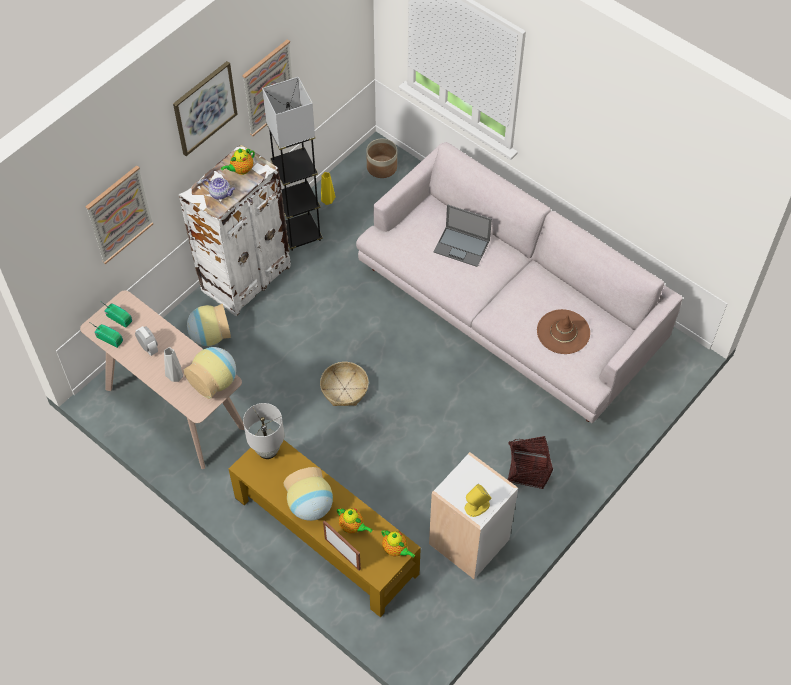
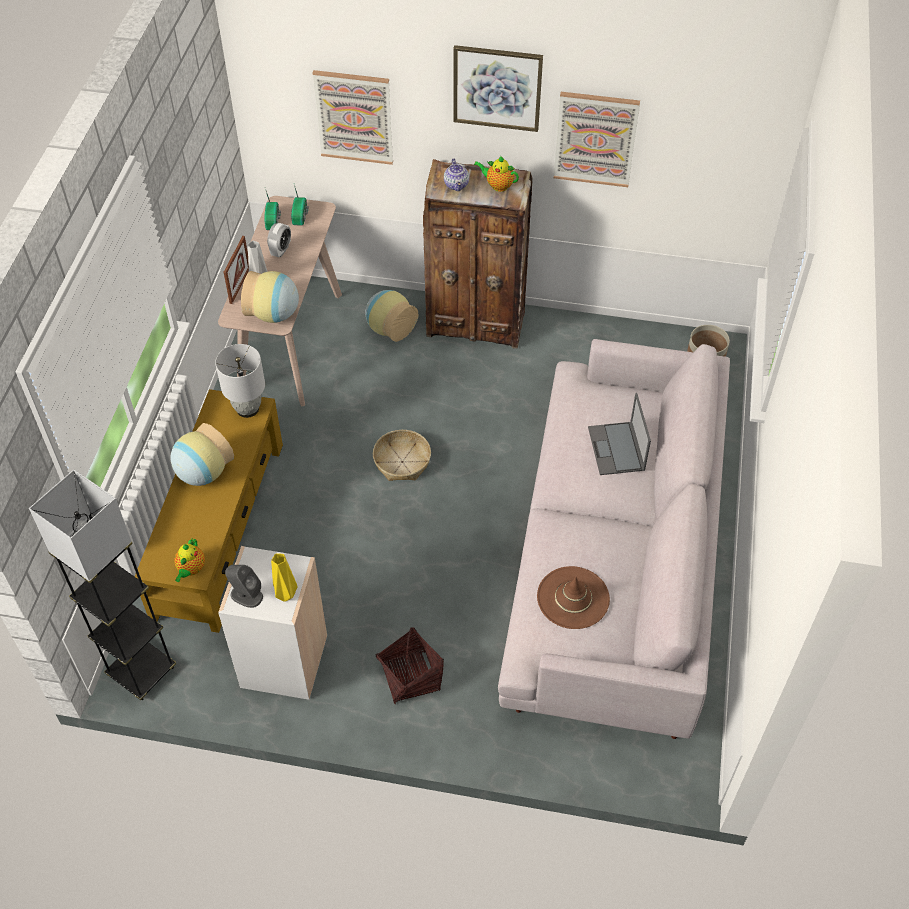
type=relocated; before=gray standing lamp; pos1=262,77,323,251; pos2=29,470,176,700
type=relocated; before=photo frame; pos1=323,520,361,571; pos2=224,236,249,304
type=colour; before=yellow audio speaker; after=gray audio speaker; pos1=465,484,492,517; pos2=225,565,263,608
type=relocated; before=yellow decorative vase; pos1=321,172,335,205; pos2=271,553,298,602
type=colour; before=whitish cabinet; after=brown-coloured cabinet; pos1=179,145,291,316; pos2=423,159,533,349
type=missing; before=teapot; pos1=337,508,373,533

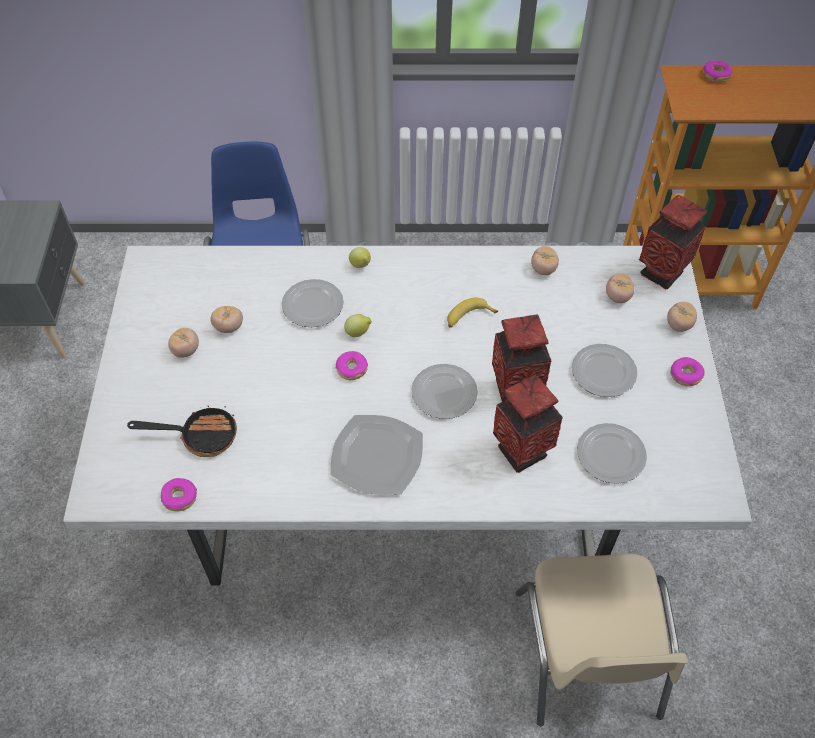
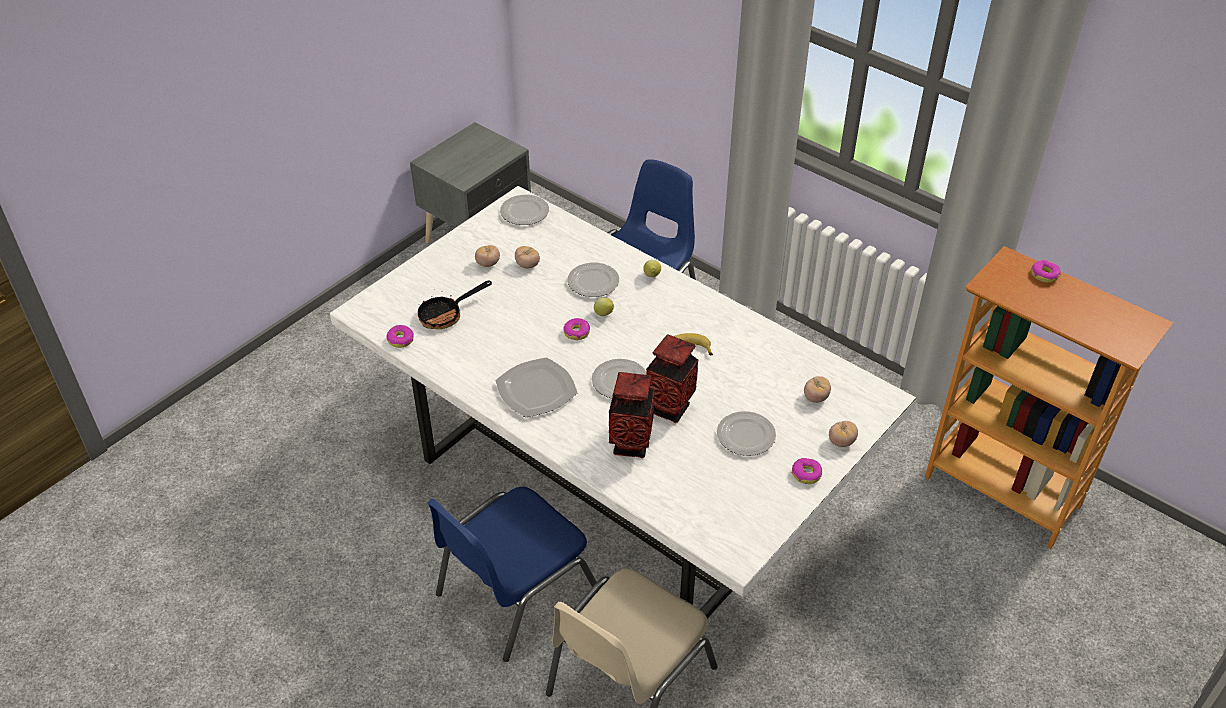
type=spun; before=frying pan; pos1=127,406,237,457; pos2=418,280,492,329; turn=105
type=appeared; after=bluish chair; pos2=427,487,600,662
type=relocated; before=dinner plate; pos1=577,423,647,484; pos2=500,195,549,225
type=missing; before=tomato; pos1=531,246,559,275
type=missing; before=decorative vase; pos1=639,195,707,289

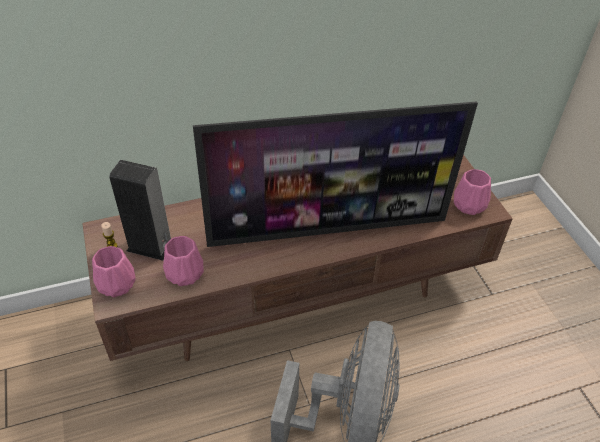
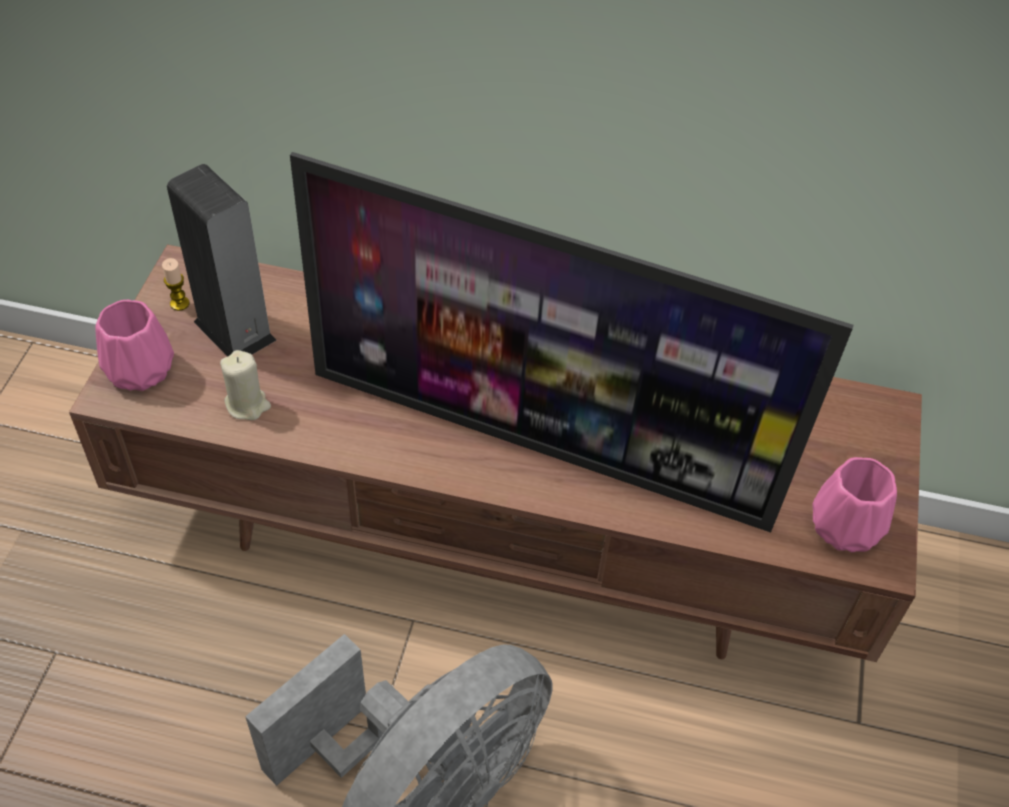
type=exchanged; before=pinkish decorative vase; after=beige wax candle; pos1=163,236,204,286; pos2=220,350,271,420

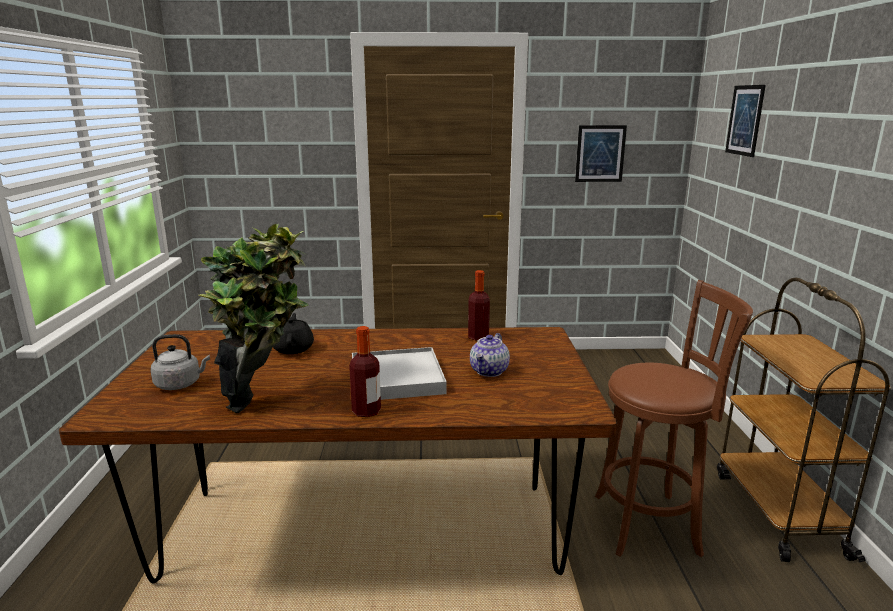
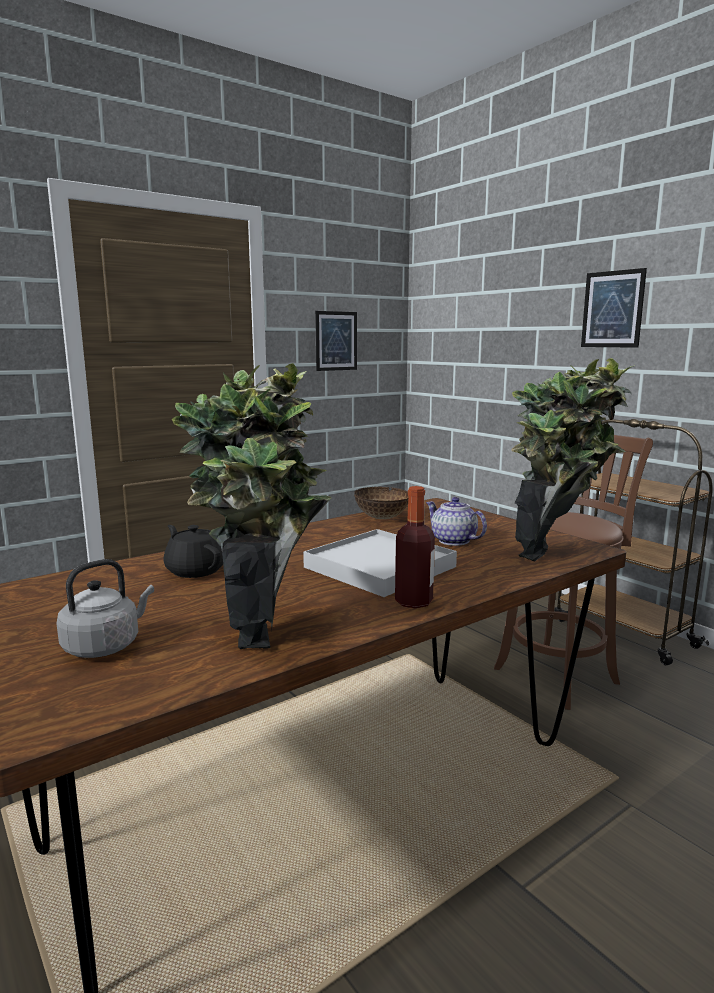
type=exchanged; before=beverage bottle; after=bowl; pos1=468,270,490,340; pos2=354,487,409,519
type=spun; before=teapot; pos1=470,333,510,377; pos2=426,497,487,546; turn=150
type=appeared; after=potted plant; pos2=511,358,635,561
type=relocated; before=wall picture; pos1=725,85,766,157; pos2=581,268,647,348

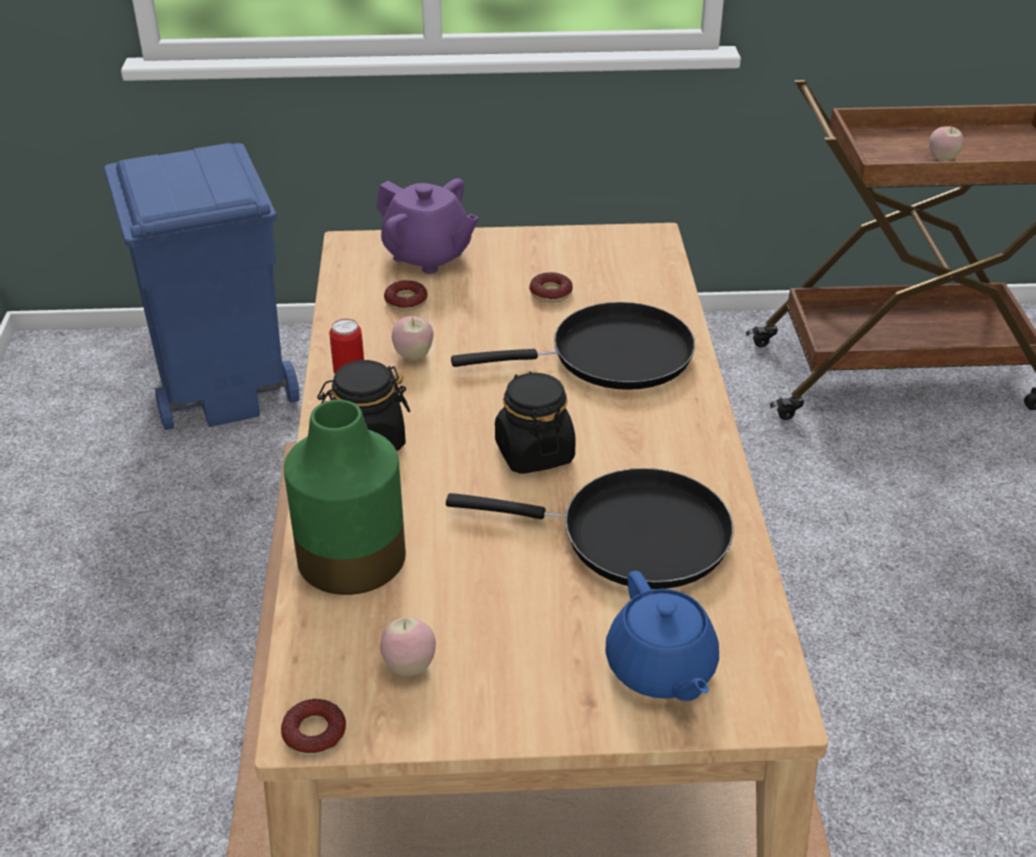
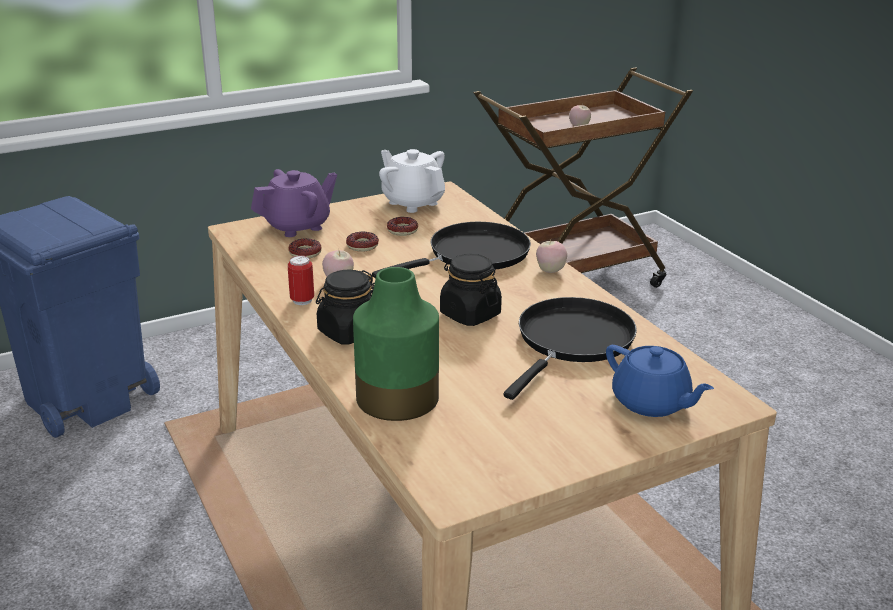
type=spun; before=purple teapot; pos1=376,178,479,274; pos2=251,169,337,237; turn=-45
type=relocated; before=doughnut; pos1=281,699,346,756; pos2=346,232,379,252
type=appeared; after=whitish teapot; pos2=379,149,445,213
type=spun; before=black frying pan; pos1=446,468,734,589; pos2=503,297,637,400; turn=-45
type=relocated; before=apple; pos1=380,617,436,676; pos2=536,239,567,273

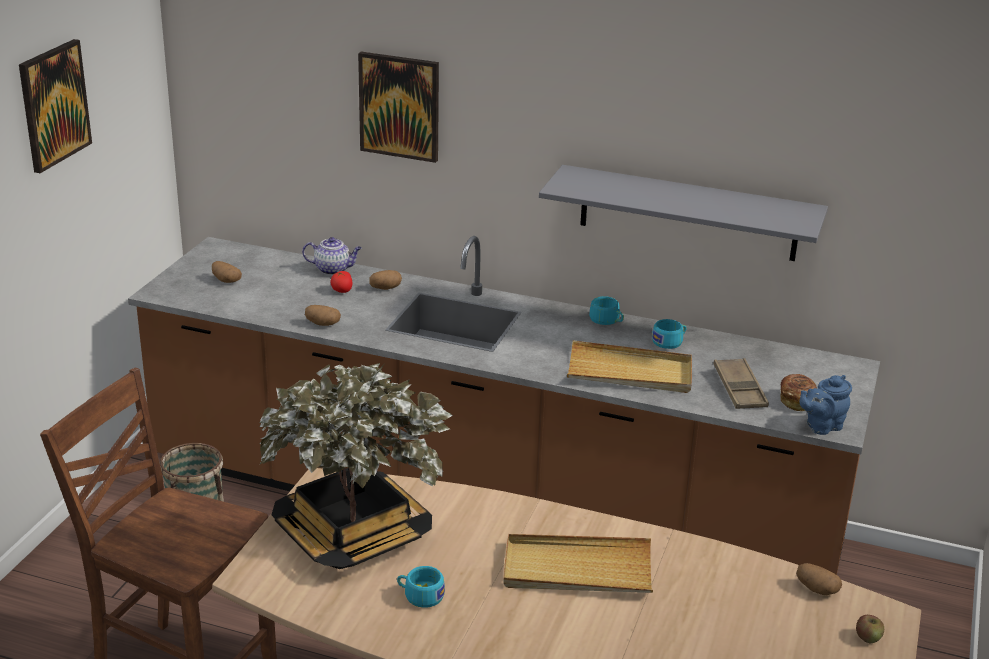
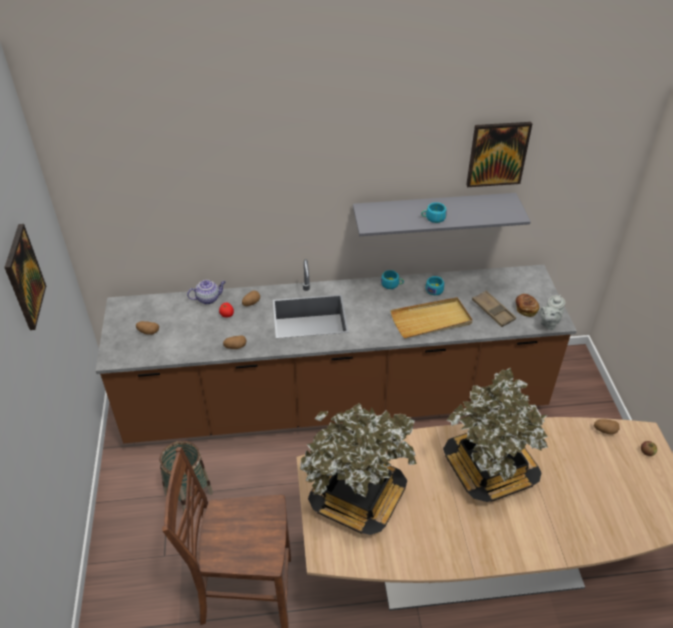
type=relocated; before=turquoise-coloured drinking cup; pos1=397,566,445,608; pos2=421,202,446,223
type=exchanged; before=beige serving tray; after=potted plant; pos1=503,534,653,593; pos2=443,368,548,502
type=relocated; before=wall picture; pos1=358,52,439,163; pos2=466,122,532,187
type=colour; before=bluish teapot; after=gray teapot; pos1=799,375,852,435; pos2=540,295,565,330

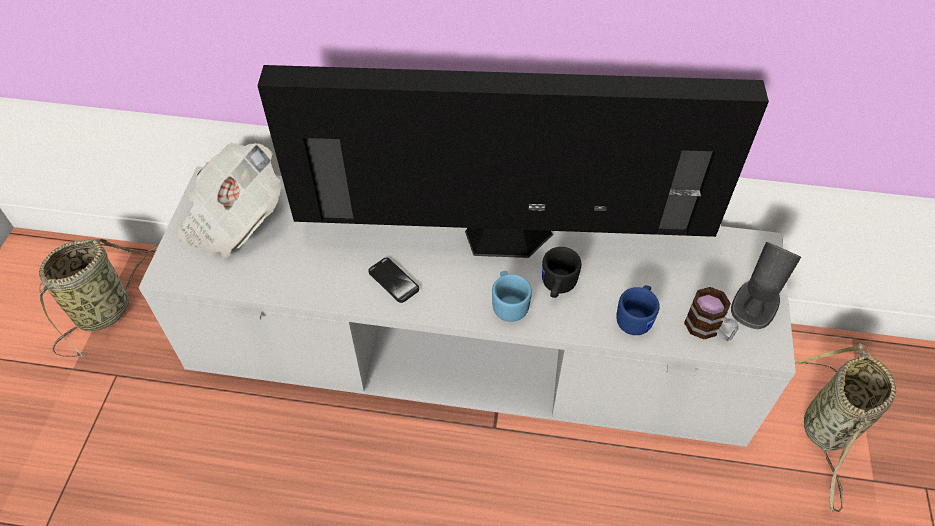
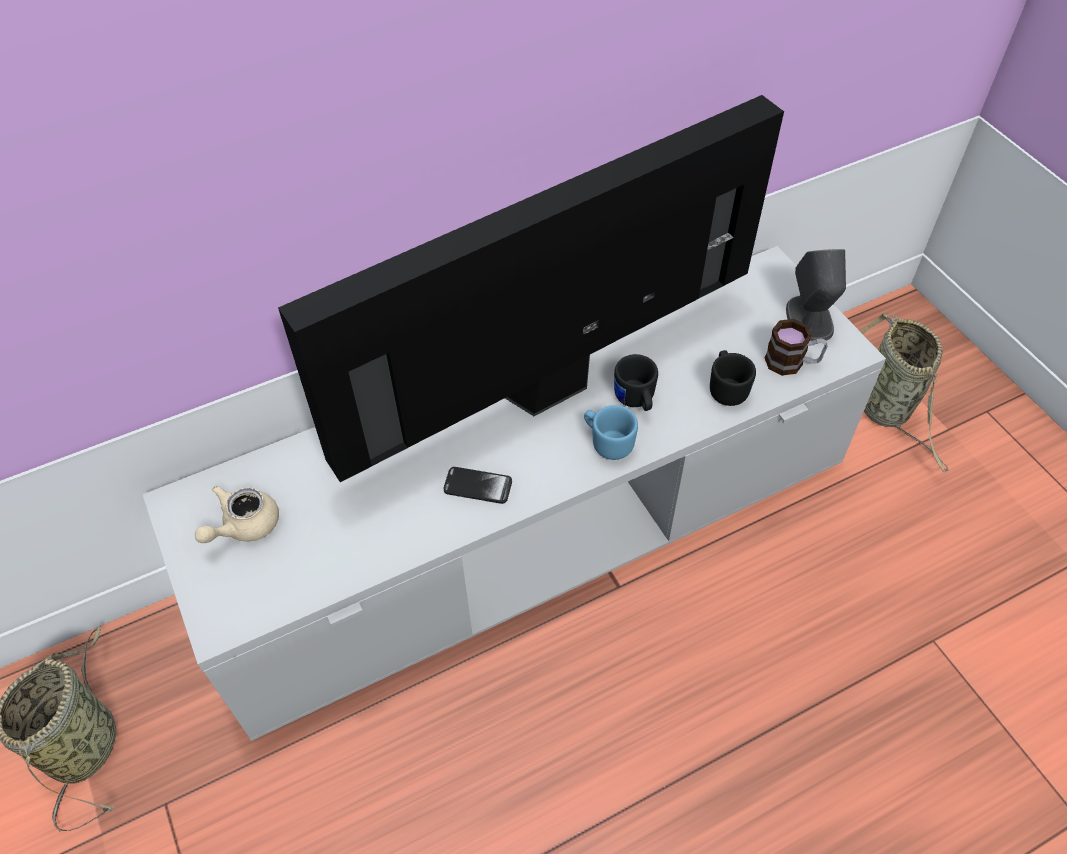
type=exchanged; before=printed paper; after=beige teapot; pos1=177,143,281,258; pos2=195,486,279,543
type=colour; before=bluish coffee mug; after=black coffee mug; pos1=616,285,660,335; pos2=710,350,756,406

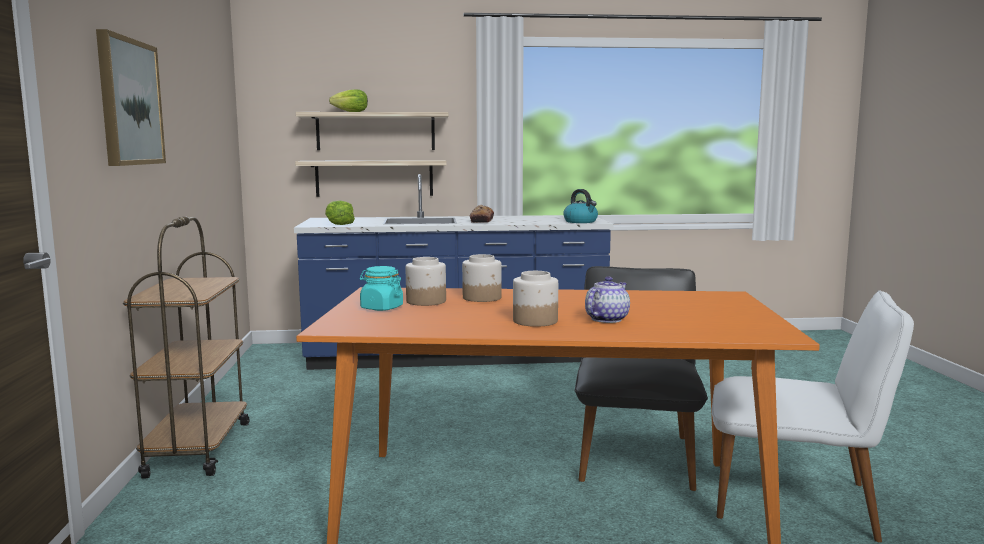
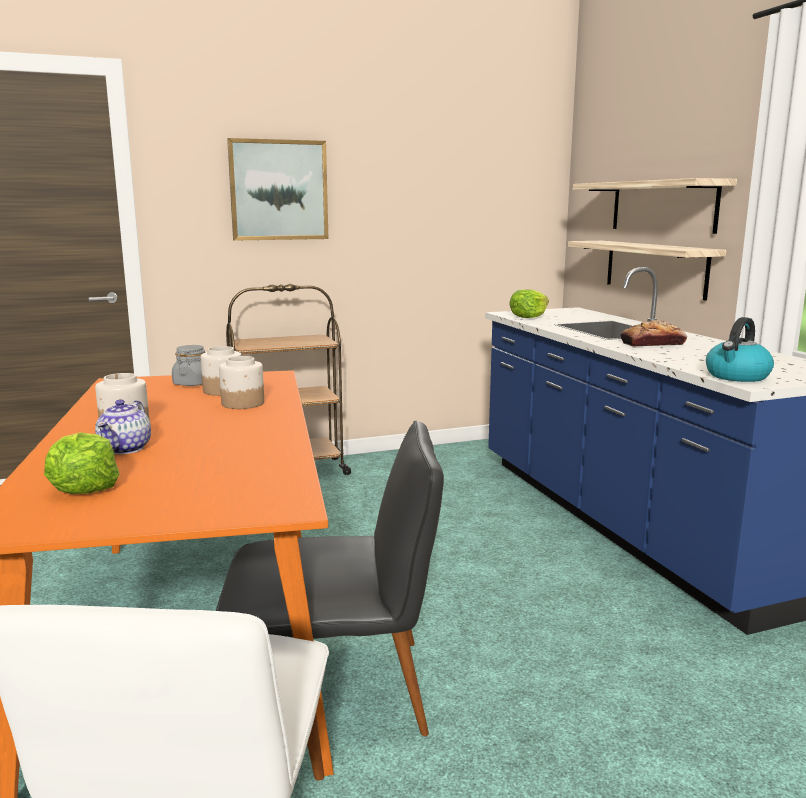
type=relocated; before=head of lettuce; pos1=329,89,368,112; pos2=44,432,119,494
type=spun; before=teapot; pos1=585,276,630,323; pos2=95,400,151,454; turn=75
type=colour; before=turquoise-coloured storage jar; after=gray storage jar; pos1=360,266,403,311; pos2=172,345,205,386

